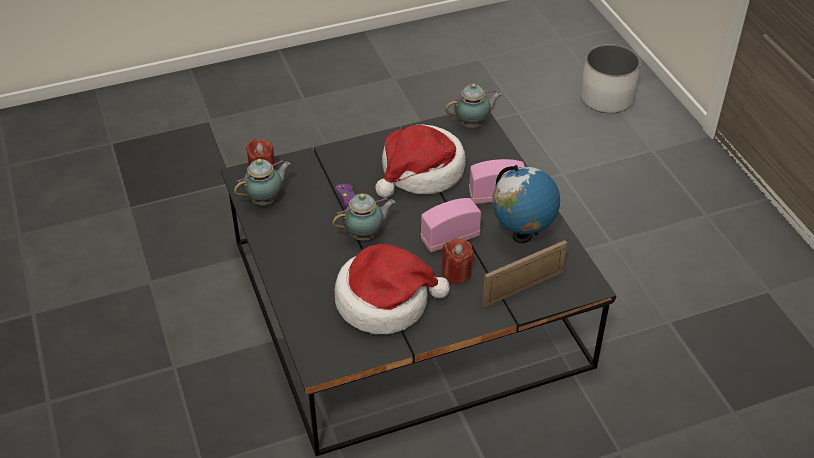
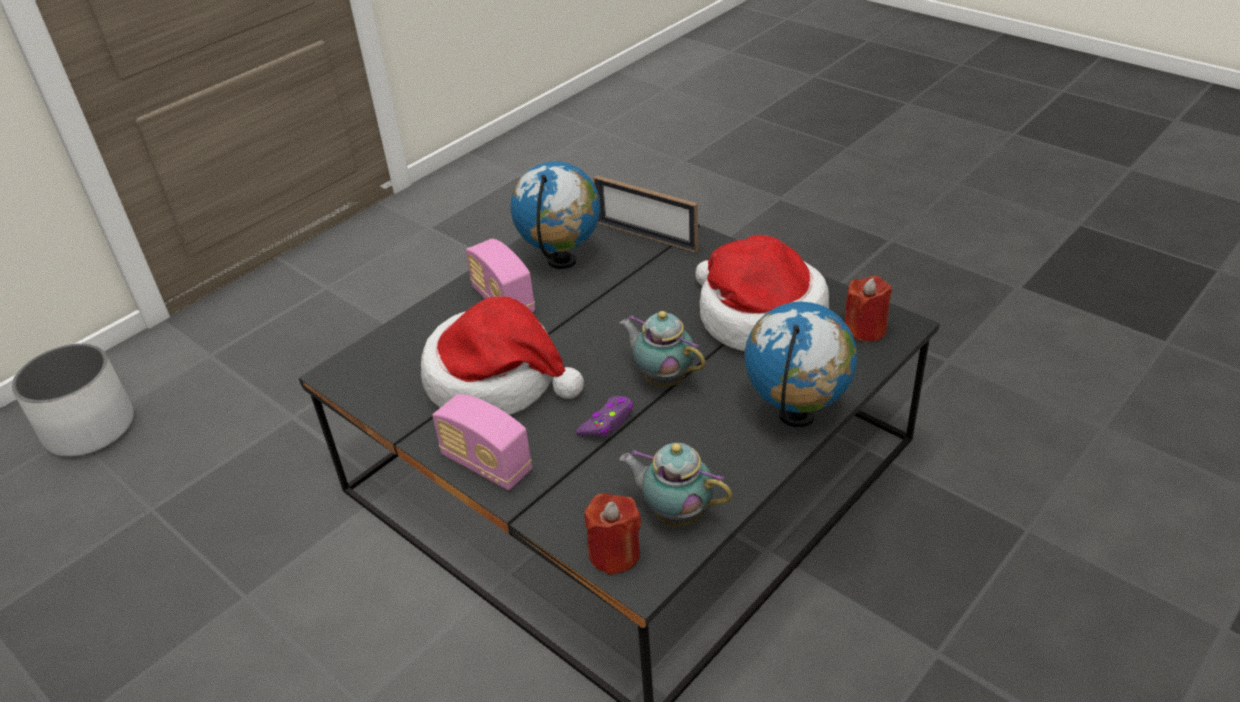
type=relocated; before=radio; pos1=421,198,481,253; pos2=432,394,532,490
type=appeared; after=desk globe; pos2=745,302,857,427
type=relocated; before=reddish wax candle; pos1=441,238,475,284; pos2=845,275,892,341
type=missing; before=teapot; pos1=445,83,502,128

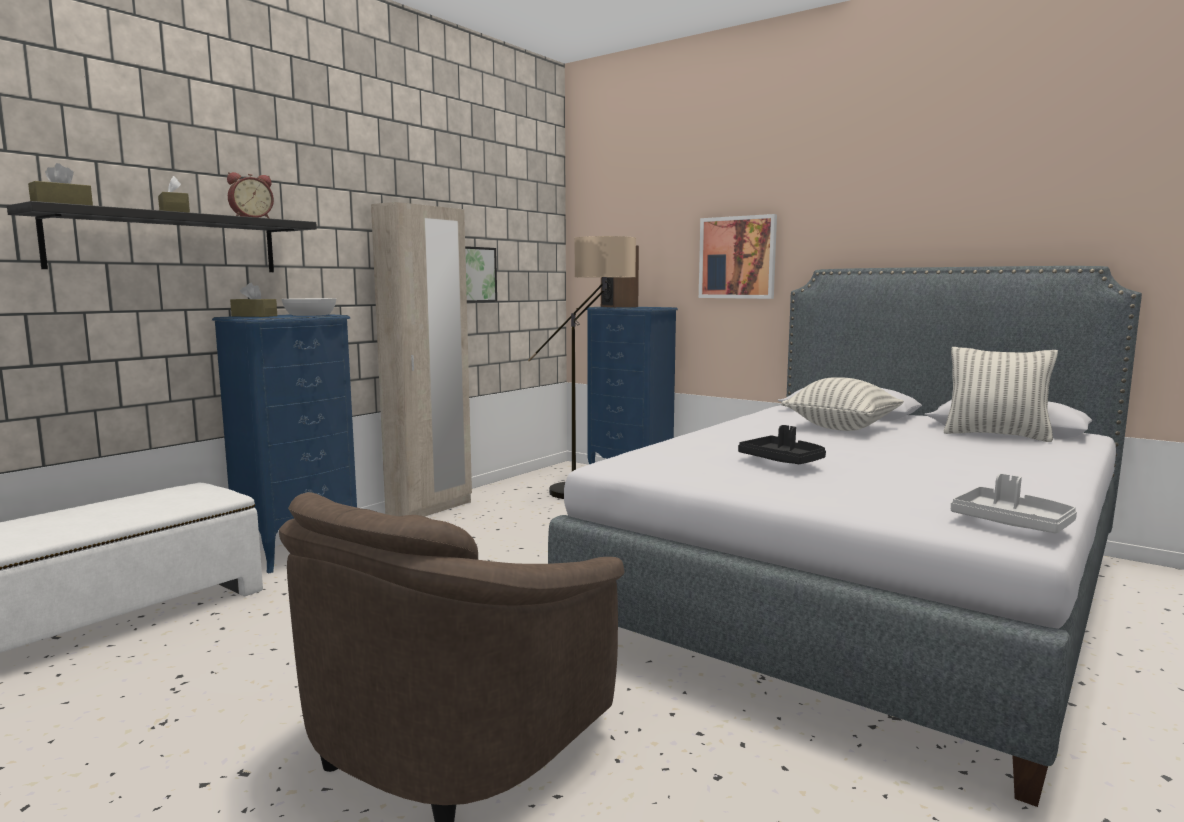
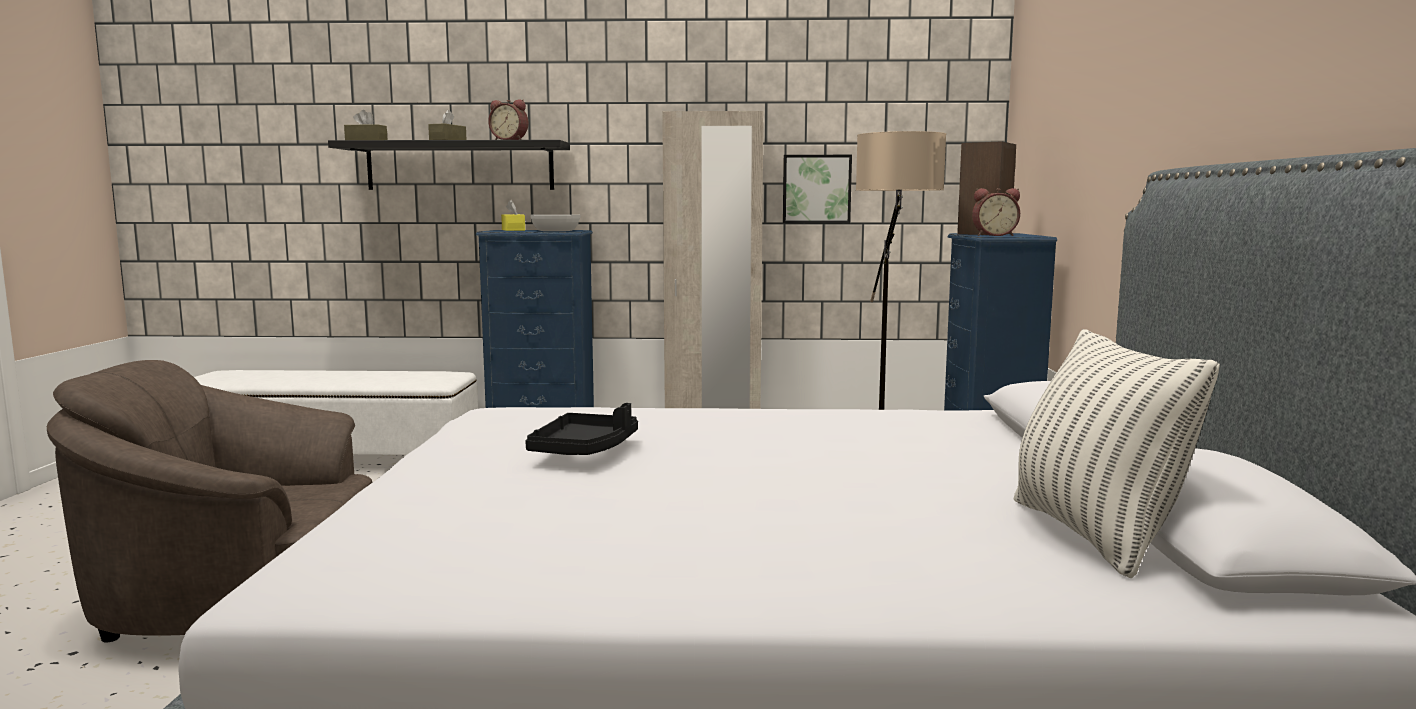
type=colour; before=brown-coloured box of tissues; after=yellow box of tissues; pos1=230,283,277,317; pos2=501,200,525,231
type=appeared; after=alarm clock; pos2=972,188,1020,236
type=missing; before=wall picture; pos1=699,214,777,299
type=missing; before=cushion; pos1=781,377,904,431
type=missing; before=gray serving tray; pos1=951,473,1077,533

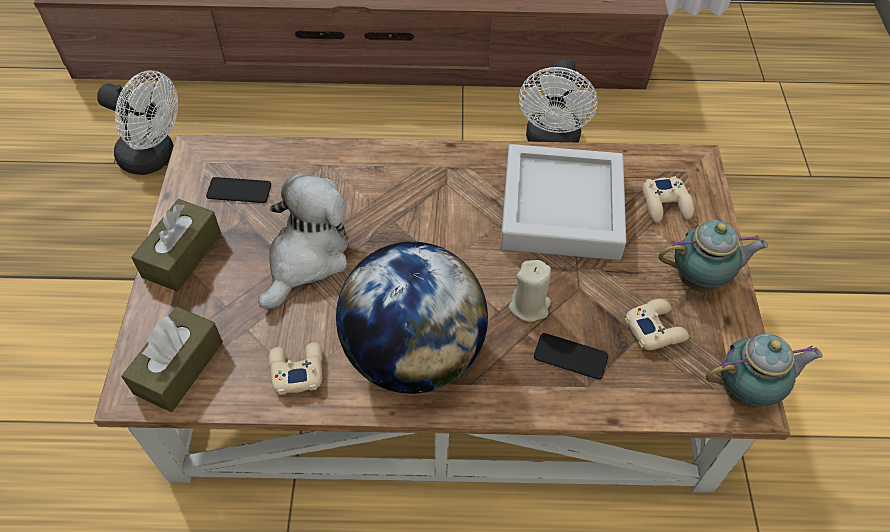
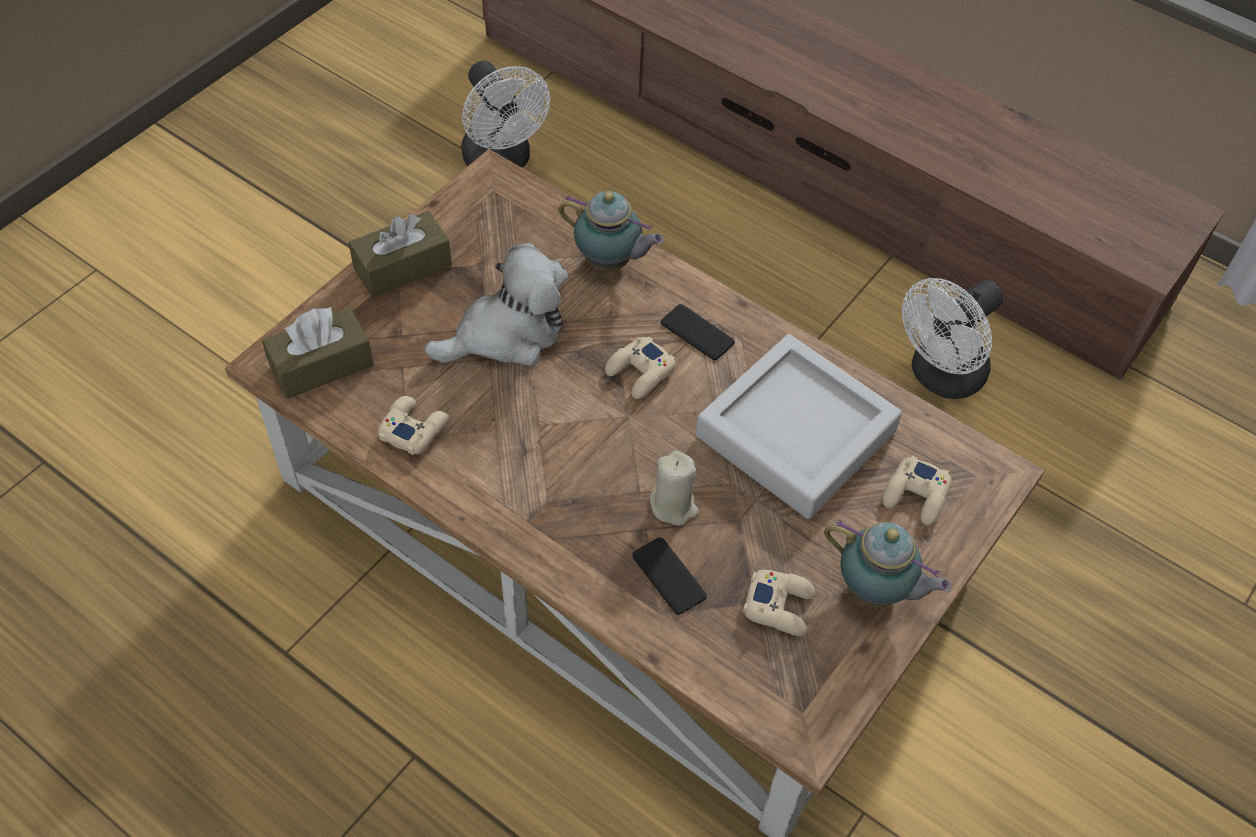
type=relocated; before=teapot; pos1=706,334,823,408; pos2=559,191,664,271
type=appeared; after=beige joypad; pos2=605,337,676,399
type=relocated; before=telephone; pos1=206,177,271,203; pos2=661,304,735,360
type=missing; before=desk globe; pos1=336,242,488,394

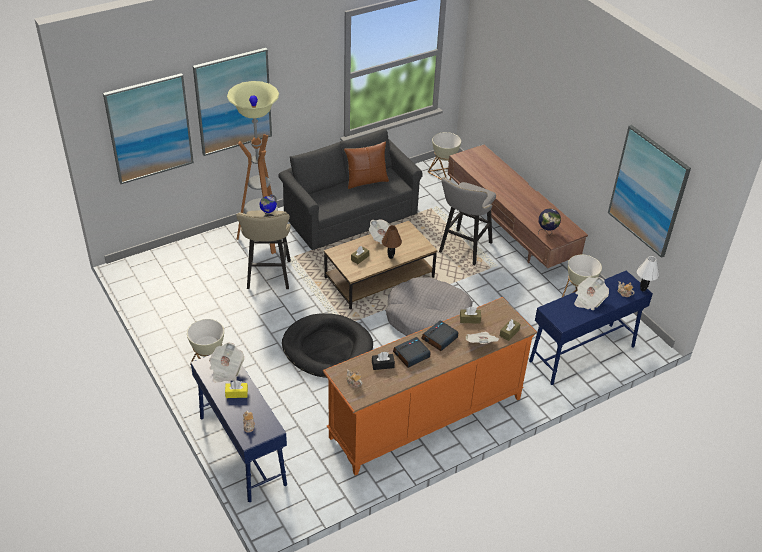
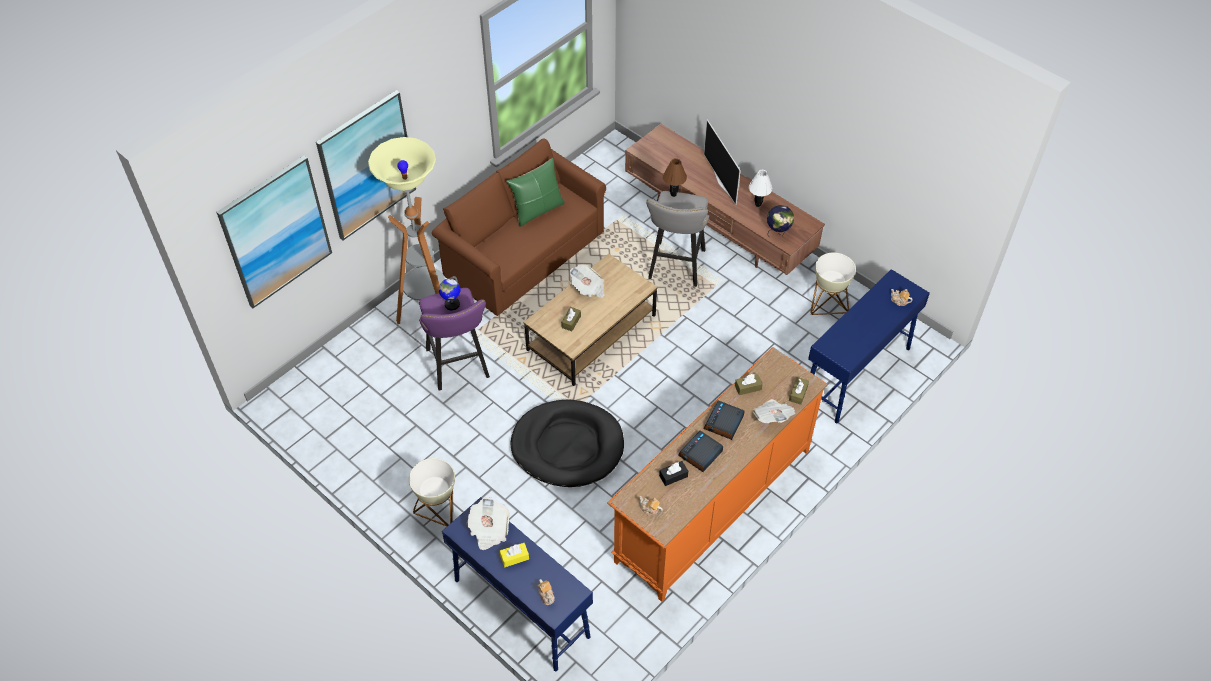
type=colour; before=beige stool seat; after=purple stool seat; pos1=236,210,291,289; pos2=419,288,490,391
type=colour; before=gray settee; after=brown-coloured settee; pos1=278,129,423,250; pos2=432,139,606,316
type=colour; before=brown-coloured cushion; after=greenish cushion; pos1=344,141,389,189; pos2=506,158,564,227
type=relocated; before=brown-coloured tabletop lamp; pos1=382,225,402,259; pos2=663,158,687,197
type=appeared; after=TV set; pos2=704,119,741,205
type=relocated; before=whitish tabletop lamp; pos1=637,256,659,292; pos2=749,170,772,207
type=missing; before=gray dog bed; pos1=386,277,473,336
type=missing; before=flower pot; pos1=428,132,461,181
type=missing; before=printed paper; pos1=574,277,609,310
type=missing; before=wall picture; pos1=608,125,691,258

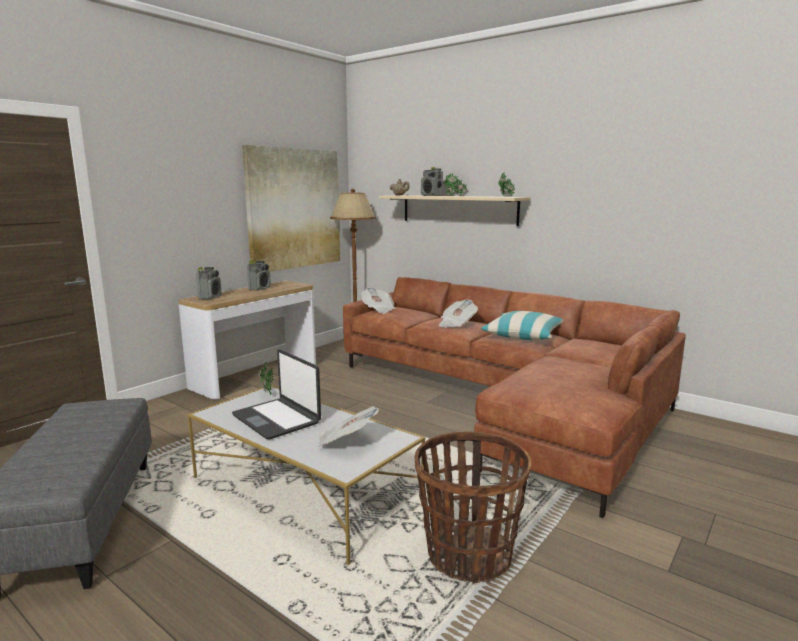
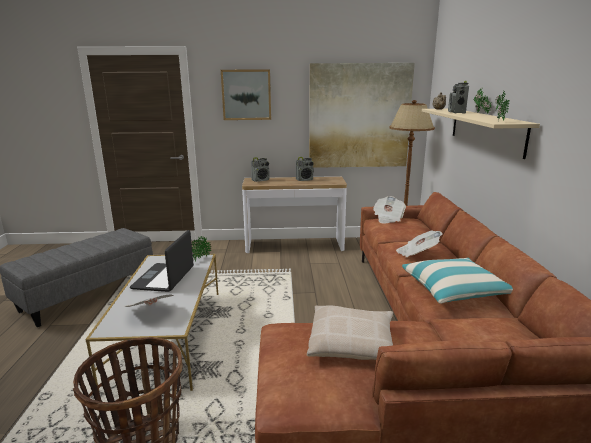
type=appeared; after=wall picture; pos2=221,69,271,120
type=appeared; after=beige cushion; pos2=307,306,393,360

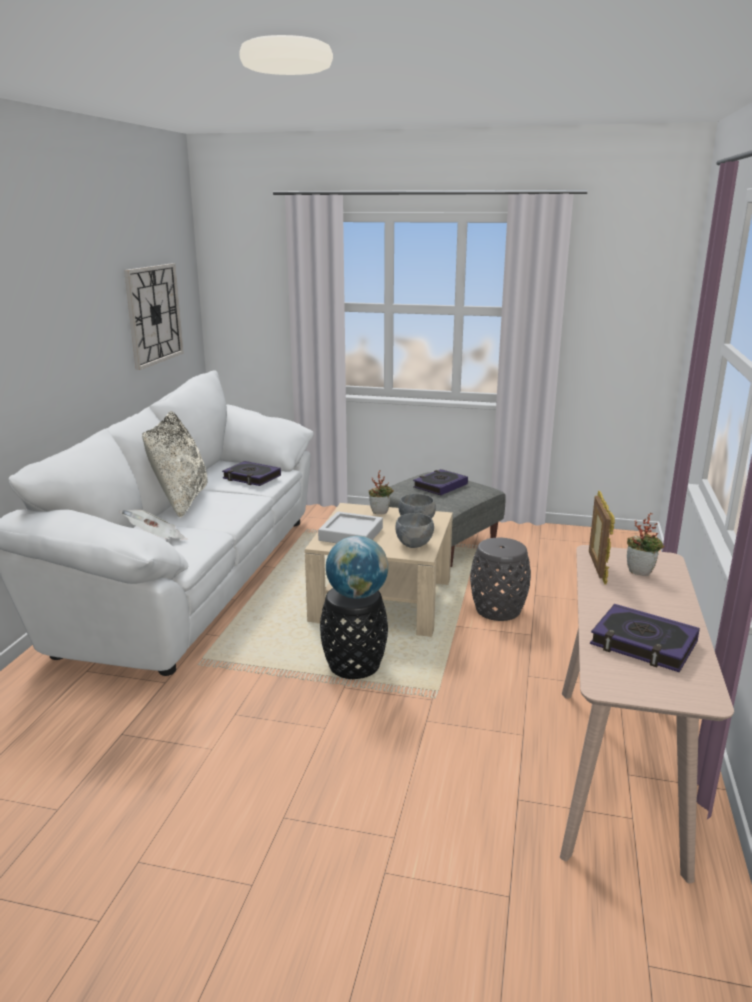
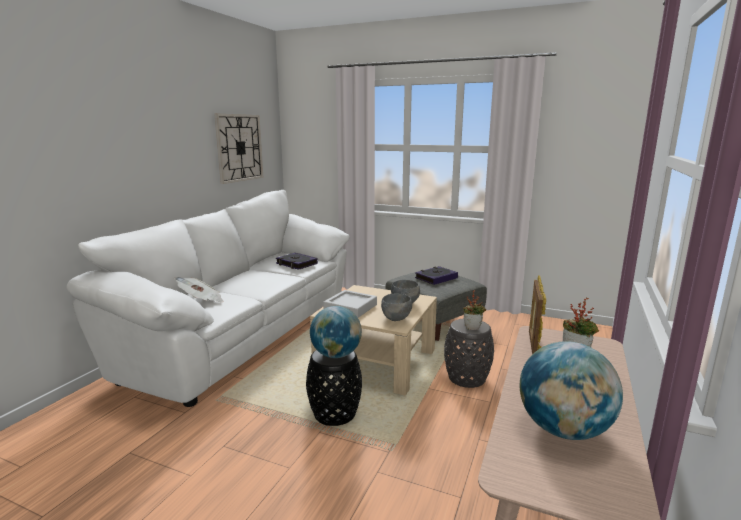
type=relocated; before=potted plant; pos1=369,470,394,514; pos2=463,291,486,330
type=exchanged; before=bound book; after=desk globe; pos1=590,604,700,672; pos2=520,341,623,440
type=missing; before=beige cushion; pos1=142,411,208,518

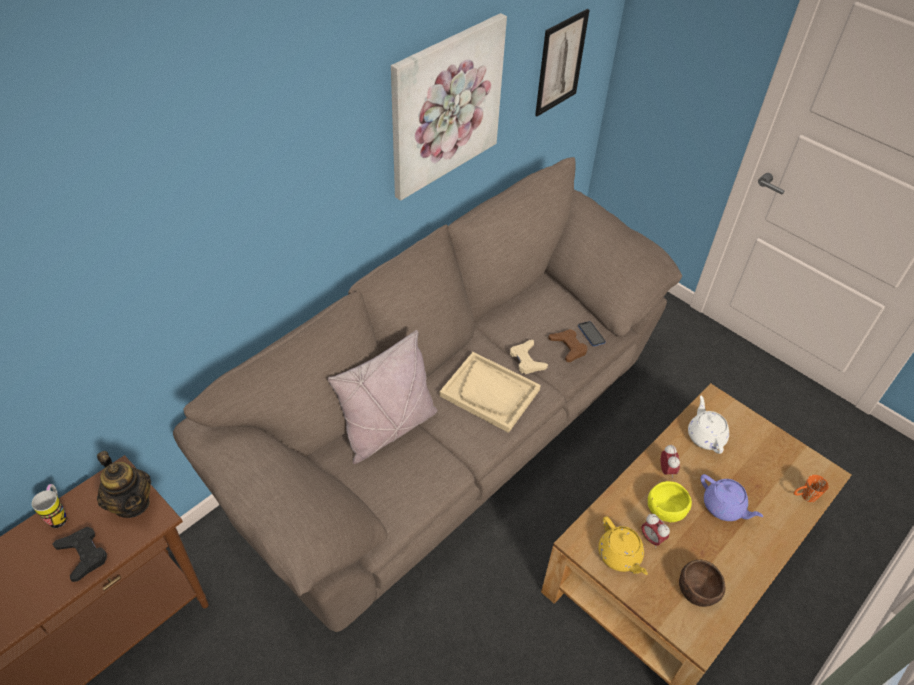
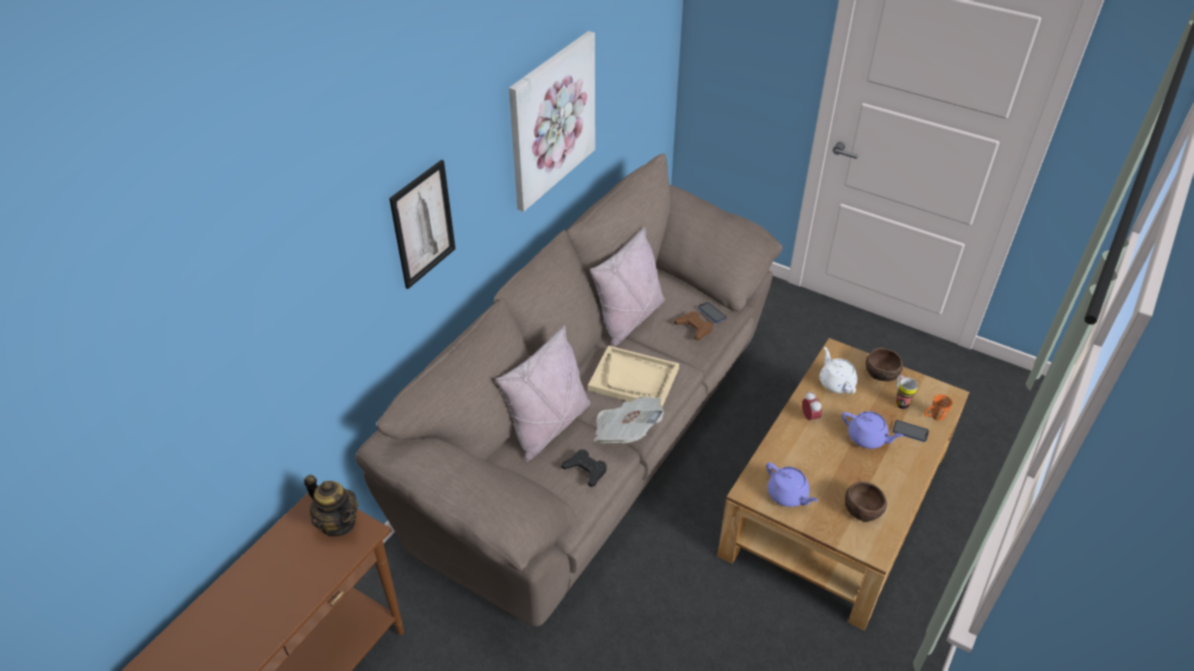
type=relocated; before=wall picture; pos1=535,9,589,116; pos2=389,160,456,289
type=relocated; before=black joypad; pos1=52,527,107,582; pos2=561,449,607,487
type=appeared; after=purple cushion; pos2=590,227,665,347
type=appeared; after=printed paper; pos2=594,396,664,444
type=colour; before=yellow teapot; after=purple teapot; pos1=598,516,648,575; pos2=766,462,818,507
type=appeared; after=brown-coloured bowl; pos2=866,348,903,382
type=appeared; after=telephone; pos2=893,420,929,442
type=relocated; before=coffee mug; pos1=32,484,67,528; pos2=896,375,918,409
type=missing; before=beige joypad; pos1=510,340,548,374
type=missing; before=alarm clock; pos1=641,514,670,548
type=missing; before=yellow bowl; pos1=648,481,692,522

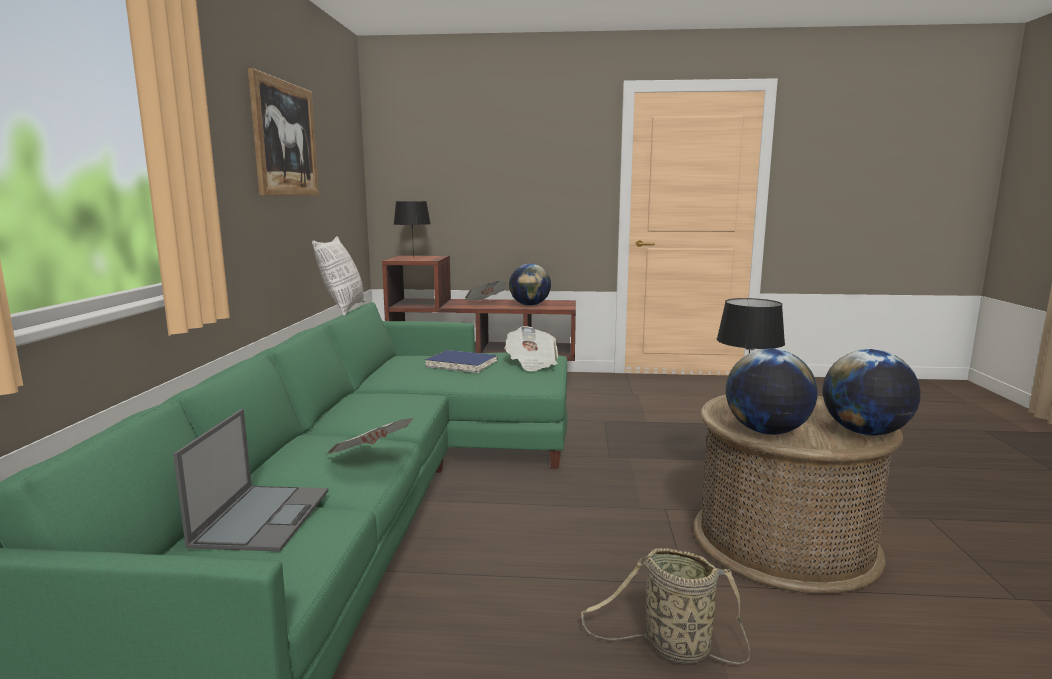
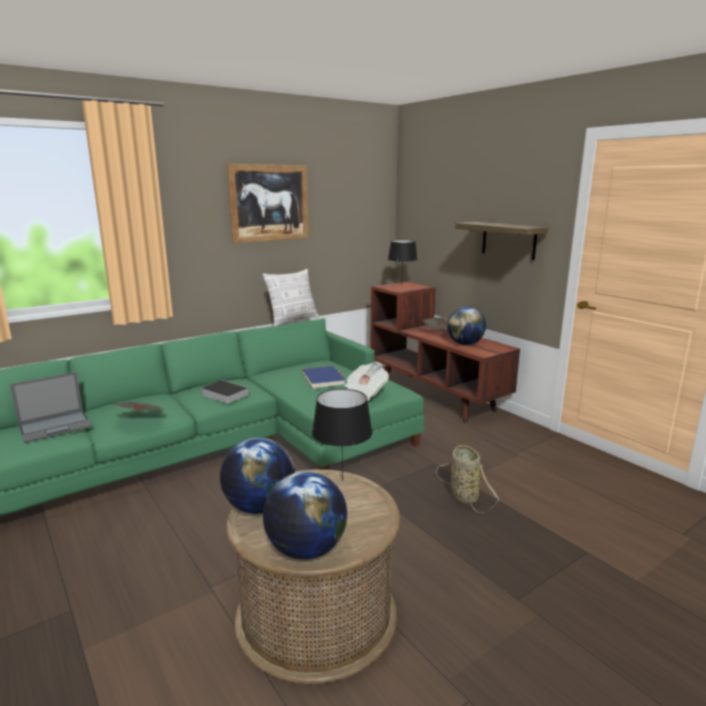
type=appeared; after=bound book; pos2=202,380,249,404
type=relocated; before=storage basket; pos1=581,548,750,664; pos2=436,445,500,513
type=appeared; after=bracket shelf; pos2=455,222,549,260

